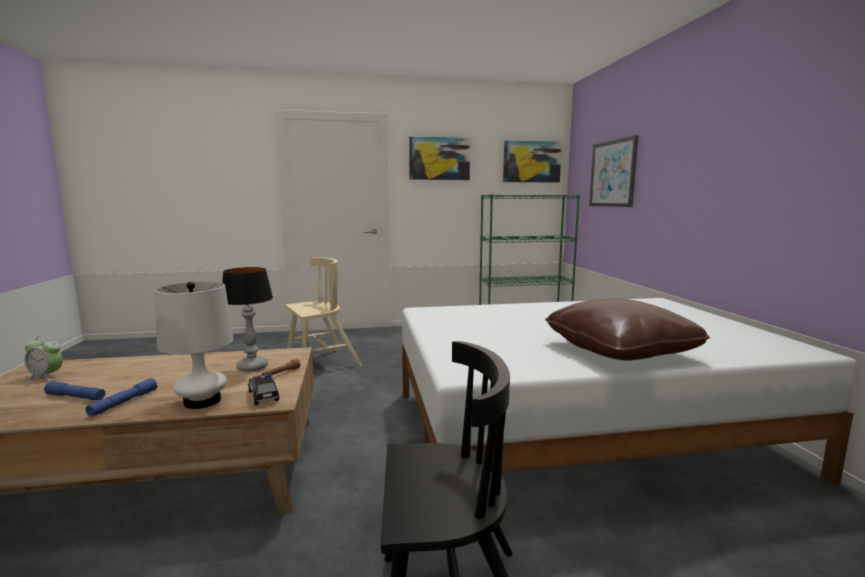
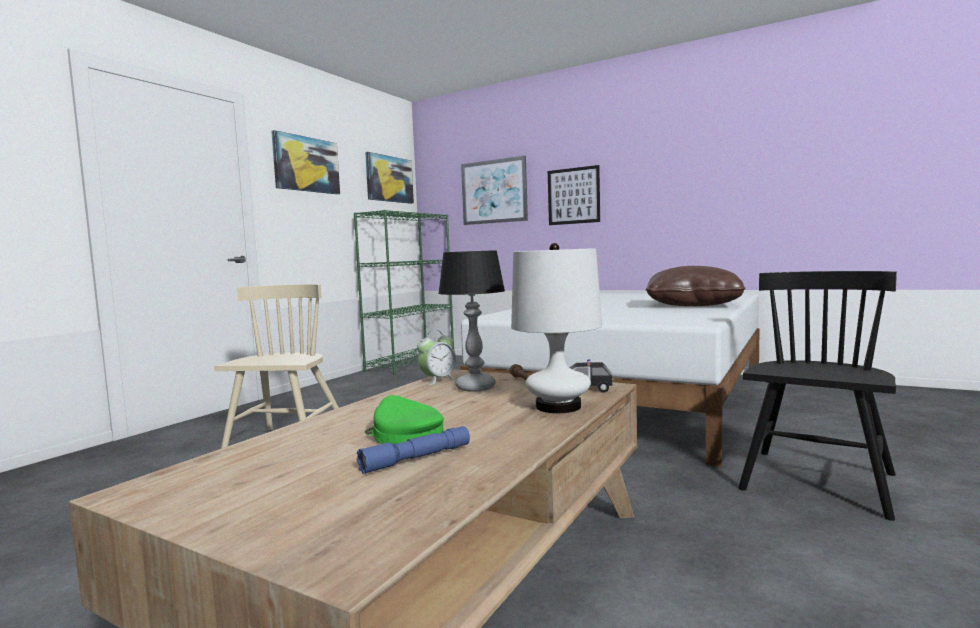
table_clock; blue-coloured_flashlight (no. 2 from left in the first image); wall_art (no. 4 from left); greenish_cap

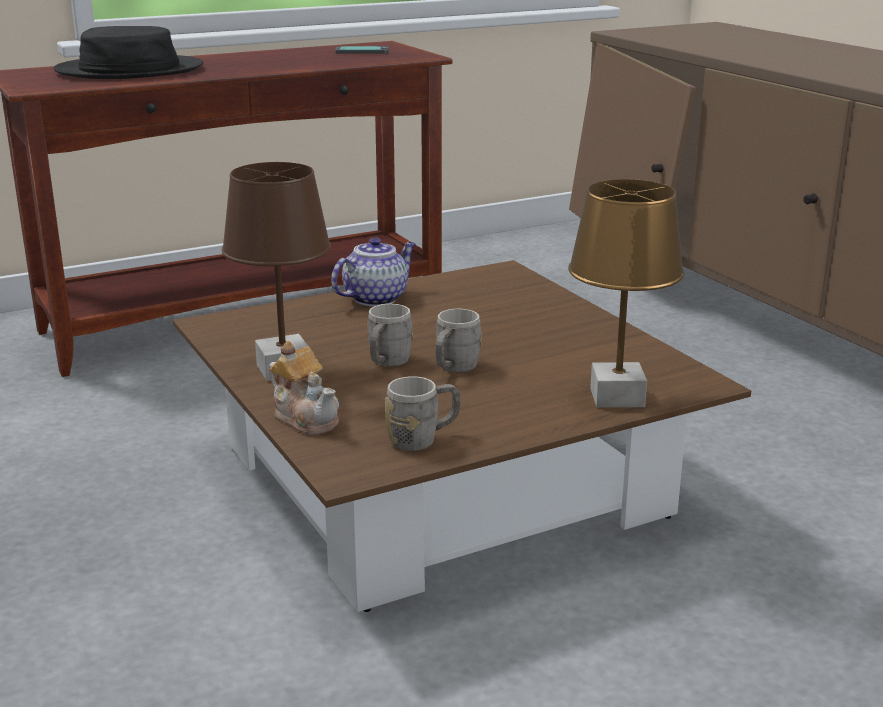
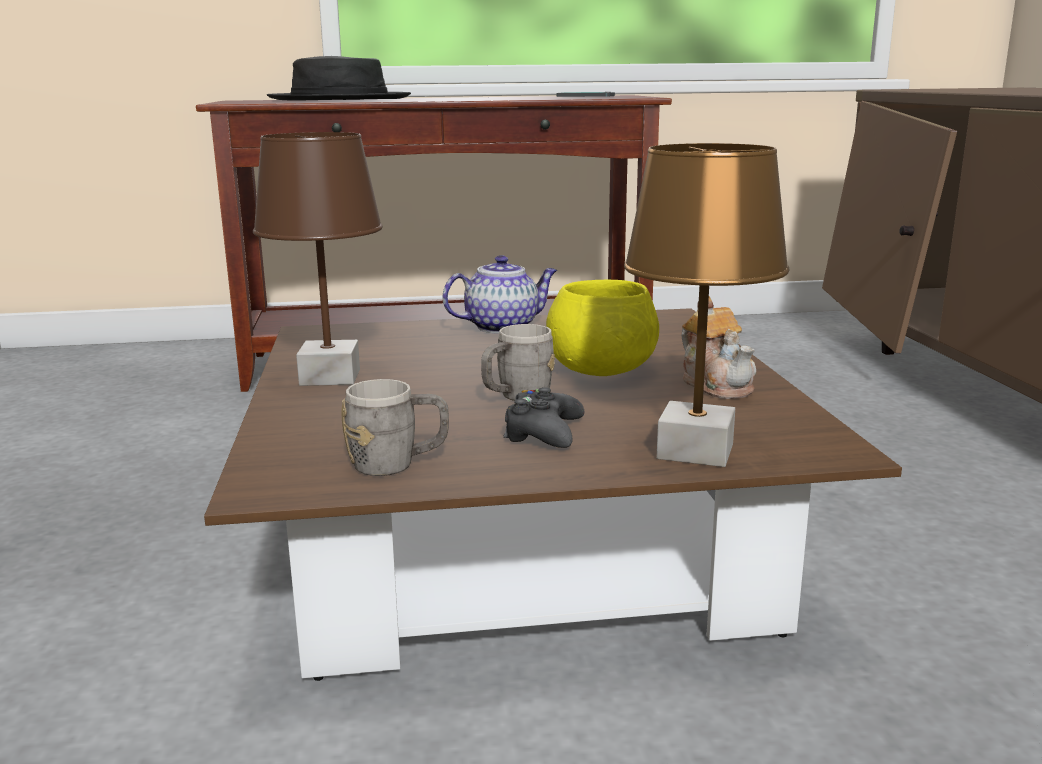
greyish_coffee_mug (no. 1 from left in the first image); teapot (no. 2 from left); yellow-coloured_serving_bowl; blackish_gamepad

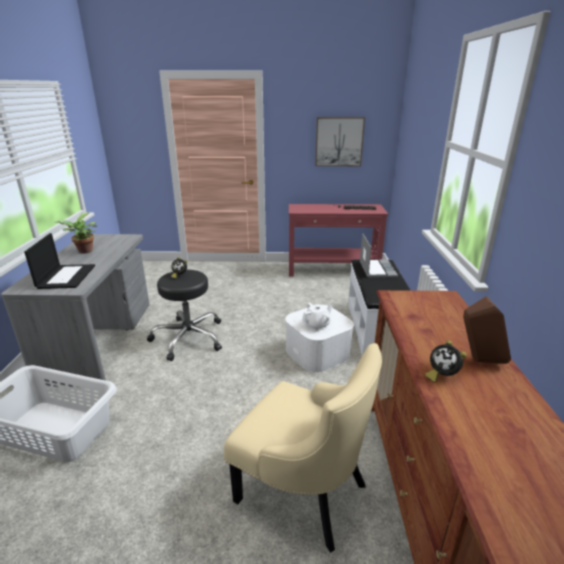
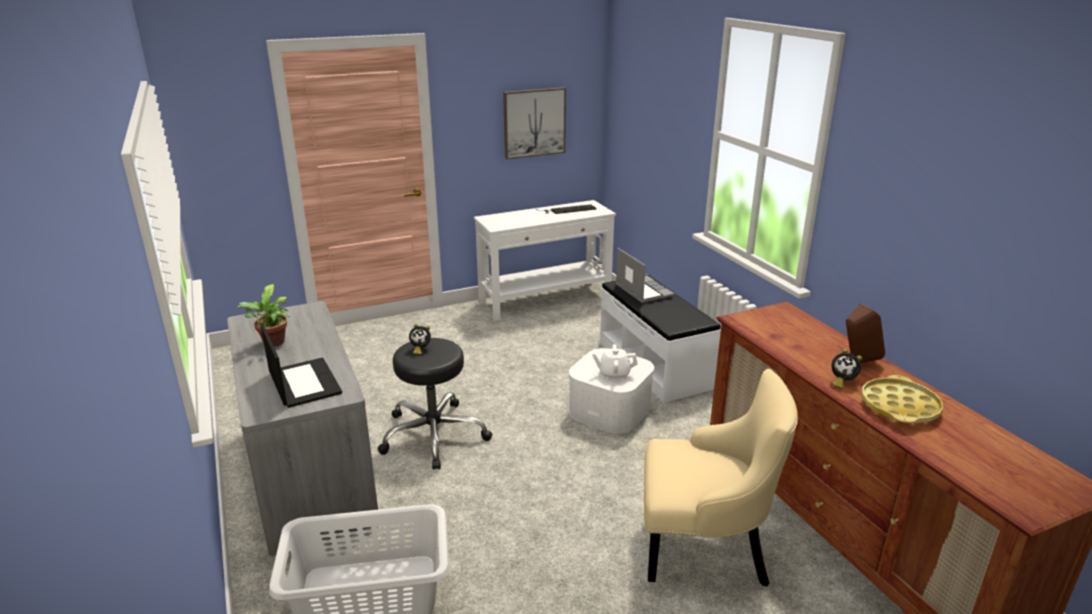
white-coloured_narrow_table; white-coloured_teapot; yellow-coloured_carrying_tray

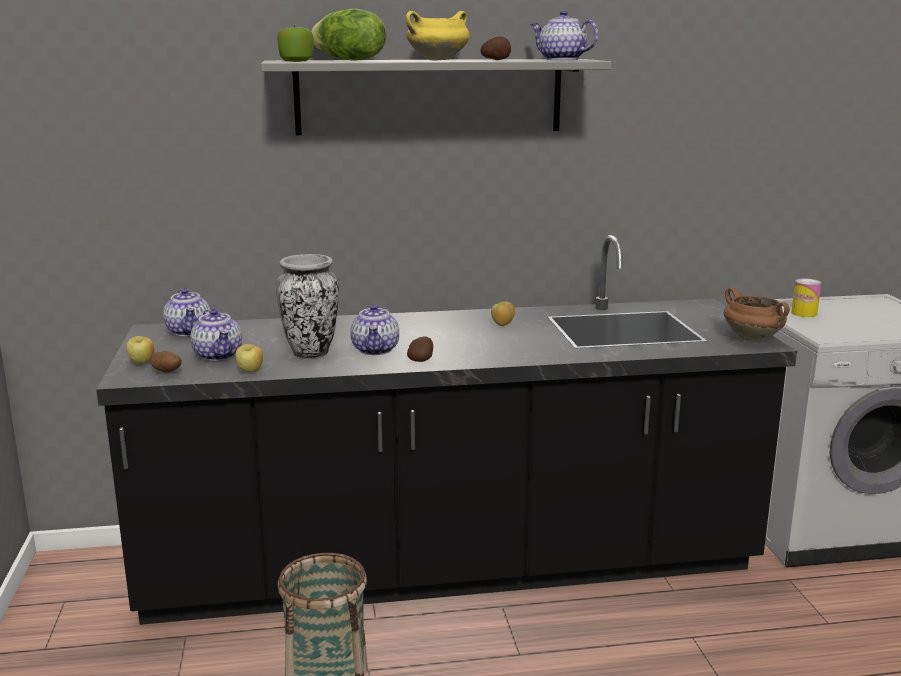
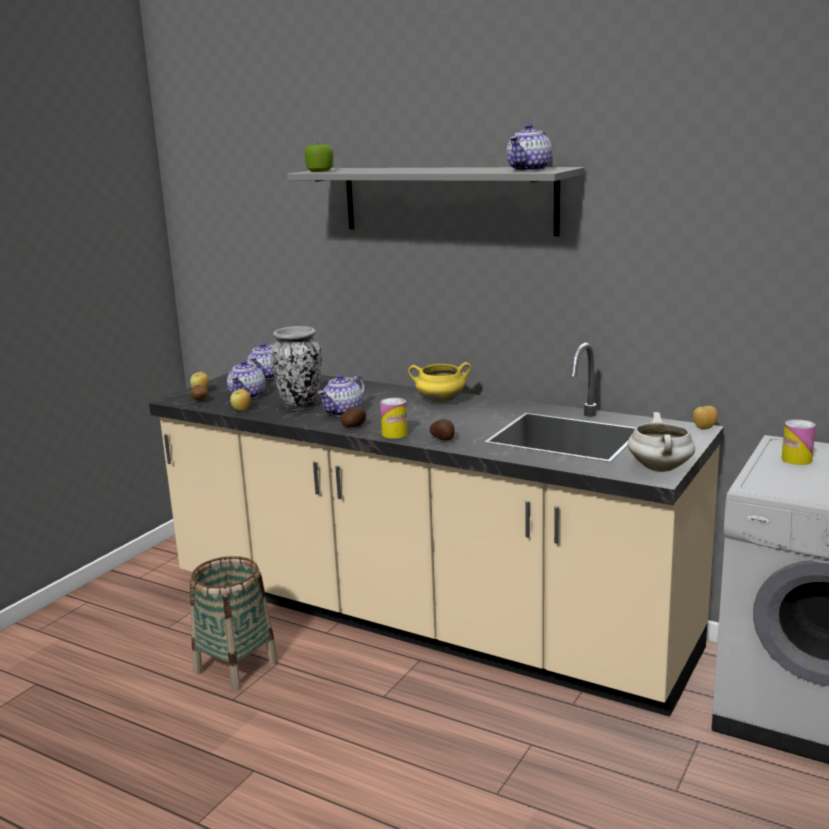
lettuce_head; yellow-coloured_stockpot; teapot (no. 4 from left); spud (no. 3 from left); beige_kitchen_counter; white-coloured_stockpot; whole_apple (no. 4 from left); metal_can (no. 1 from left)

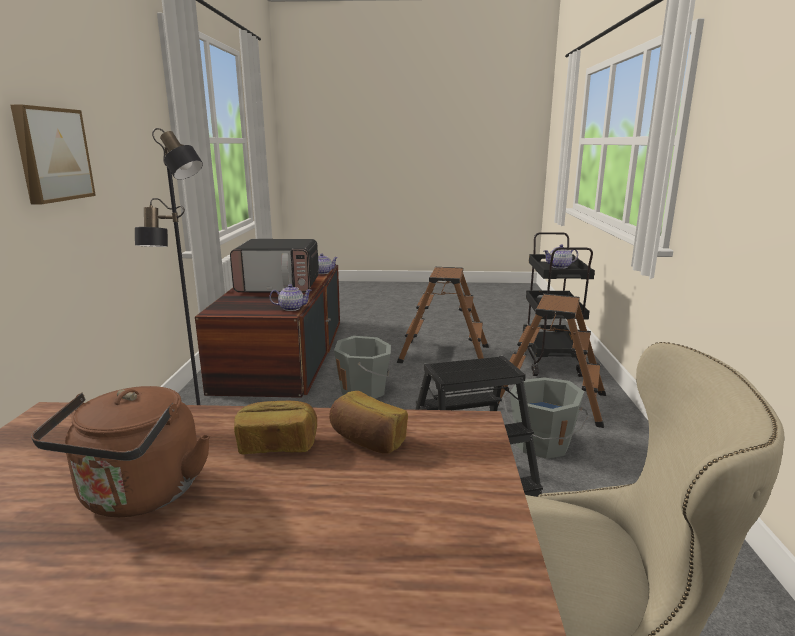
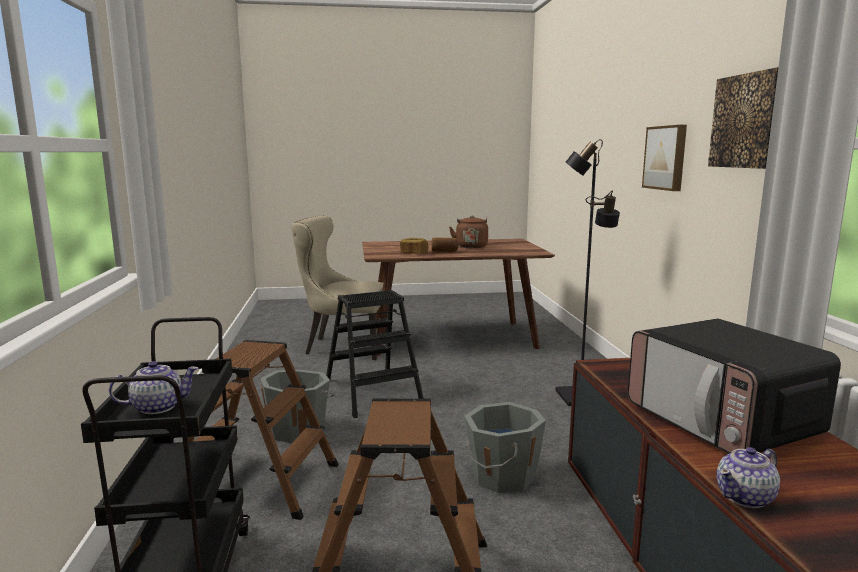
microwave; teapot (no. 1 from left in the first image); wall_art (no. 2 from left)

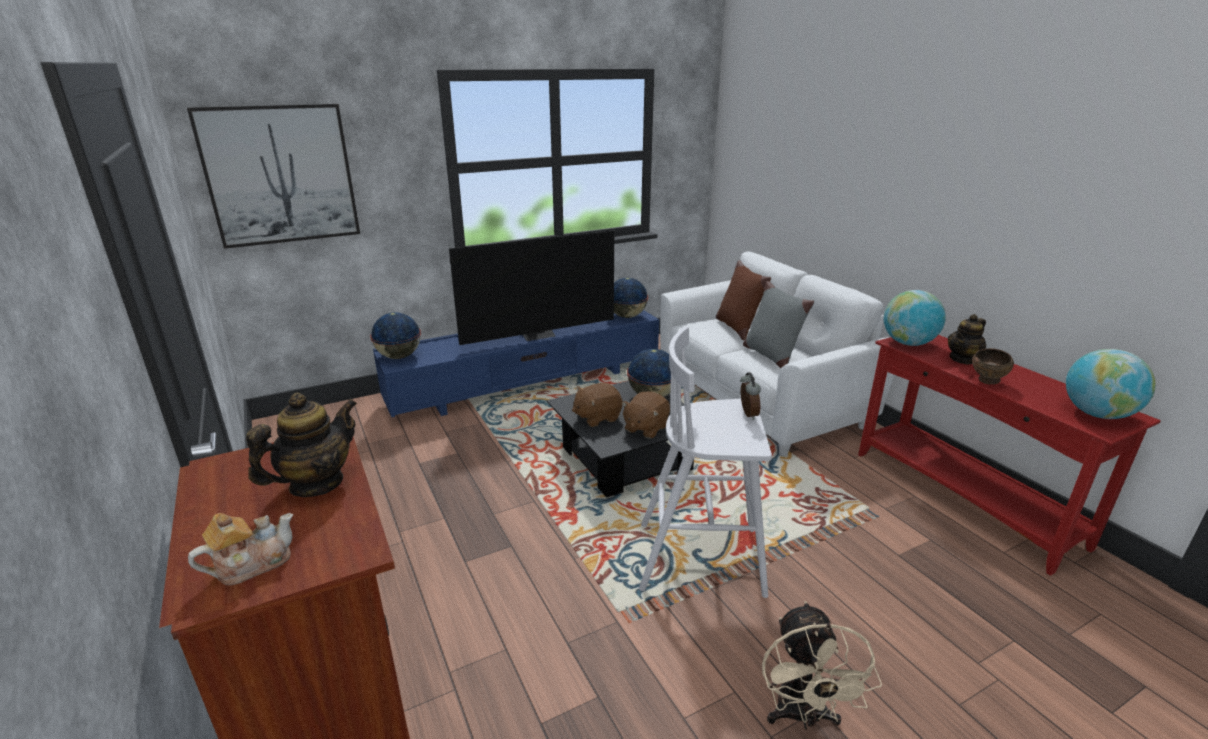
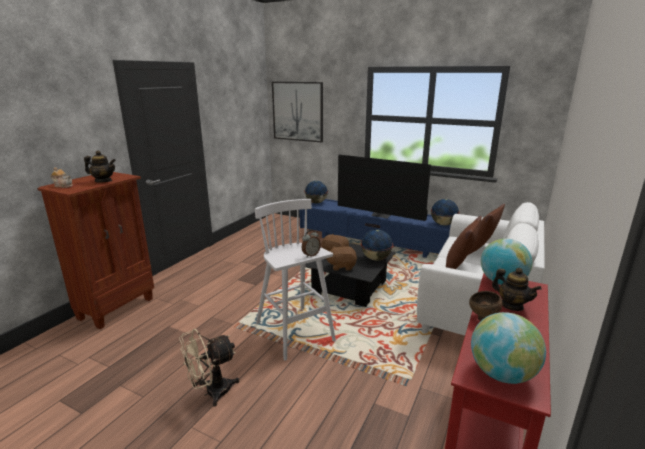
brownish_pillow (no. 1 from left); teapot (no. 3 from left)

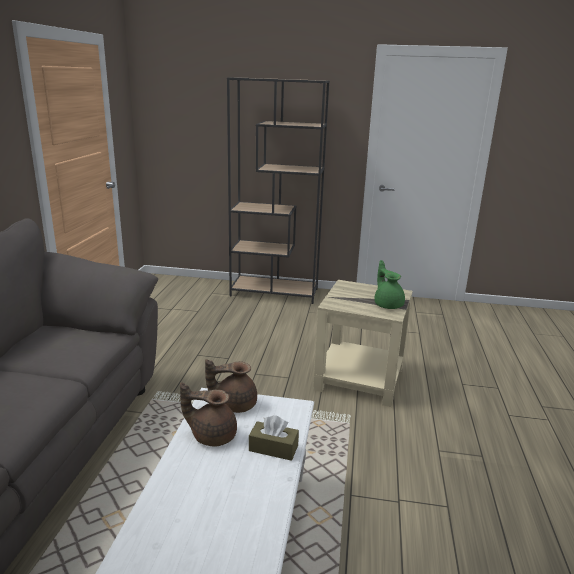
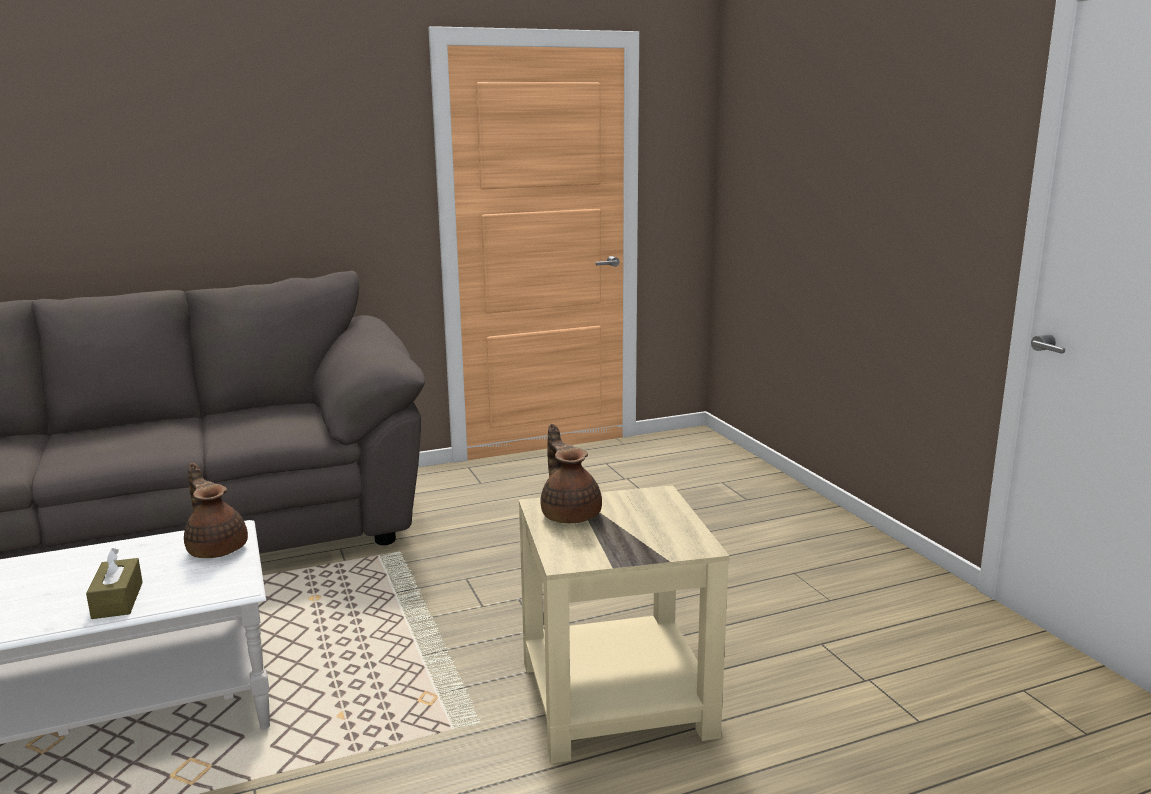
bookcase; greenish_teapot; brownish_teapot (no. 2 from left)

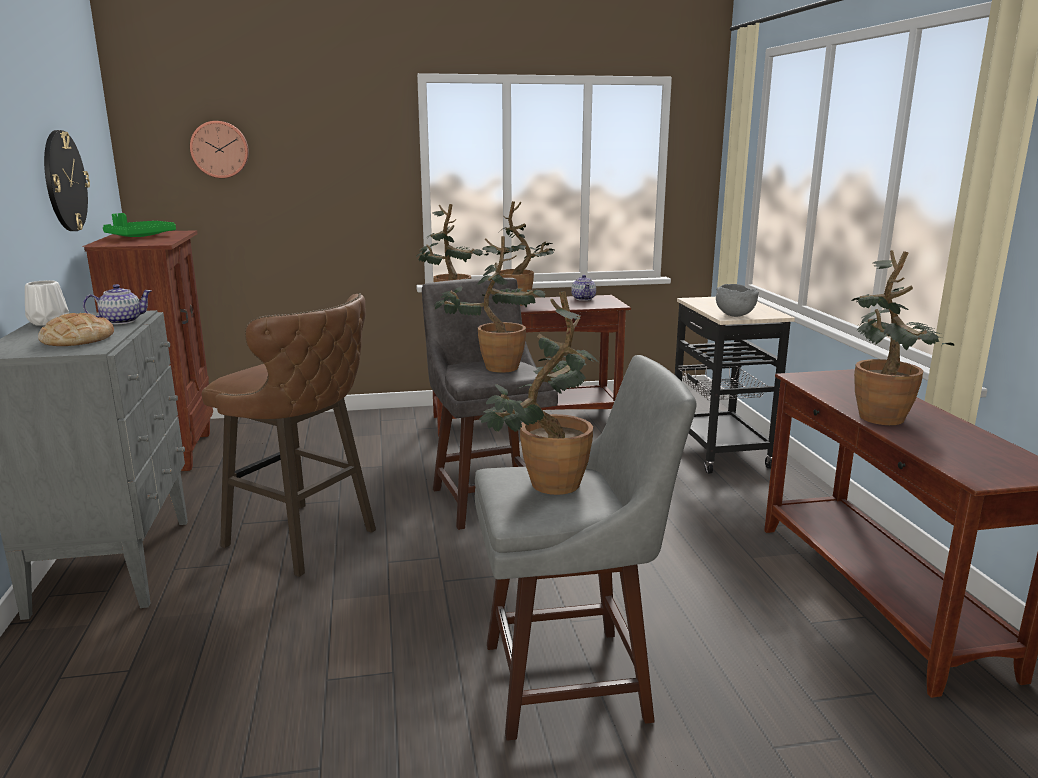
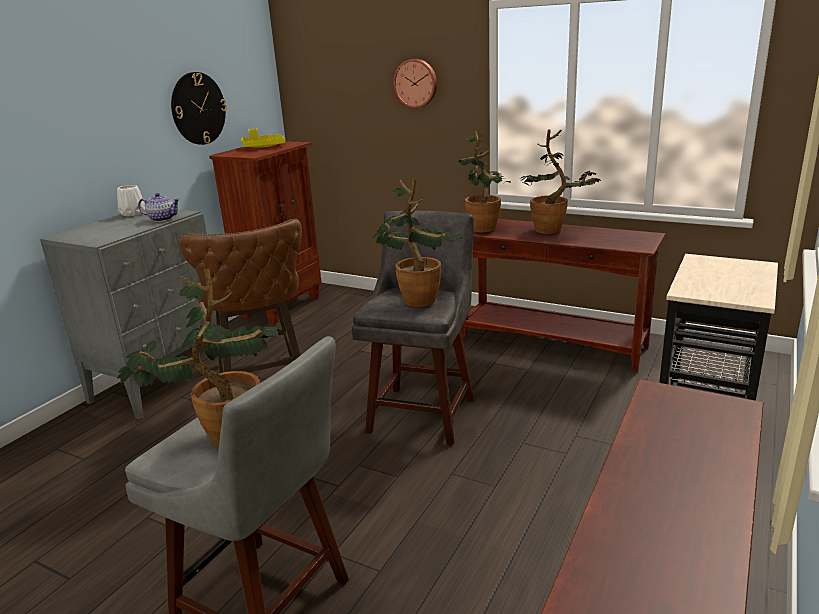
wall_clock (no. 2 from left); yellow-coloured_carrying_tray; houseplant (no. 5 from left in the first image); teapot (no. 2 from left in the first image); greyish_serving_bowl; baked_bread

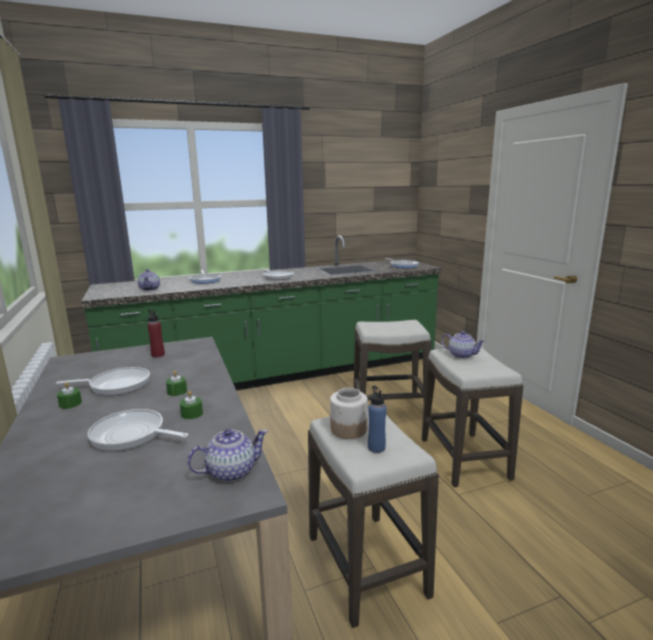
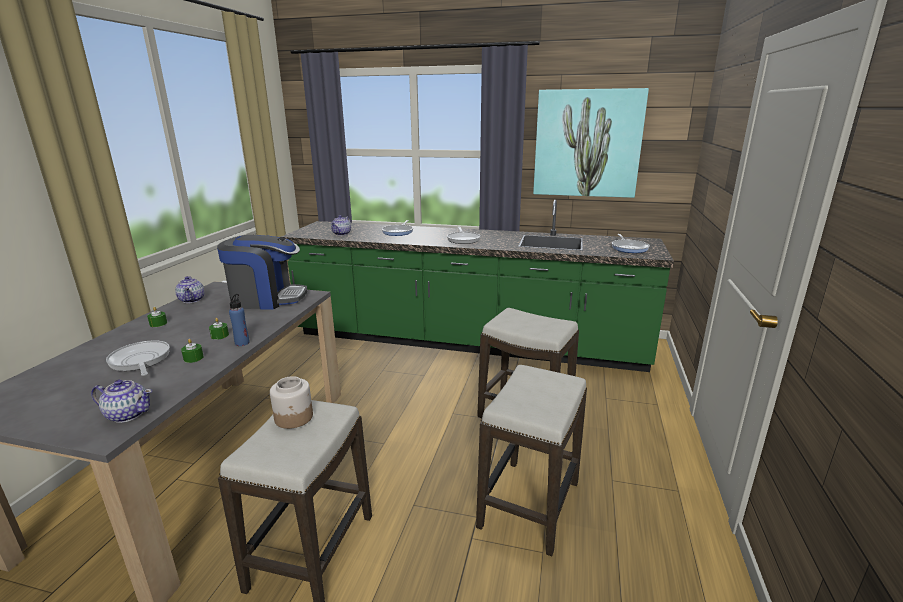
coffee_maker; teapot (no. 2 from left); frying_pan (no. 1 from left in the first image); blue-coloured_beverage_bottle; wall_art

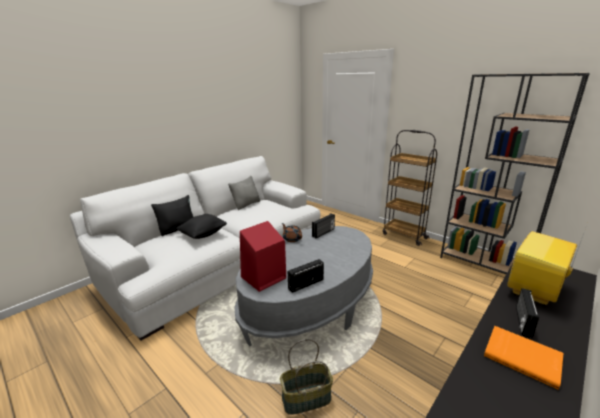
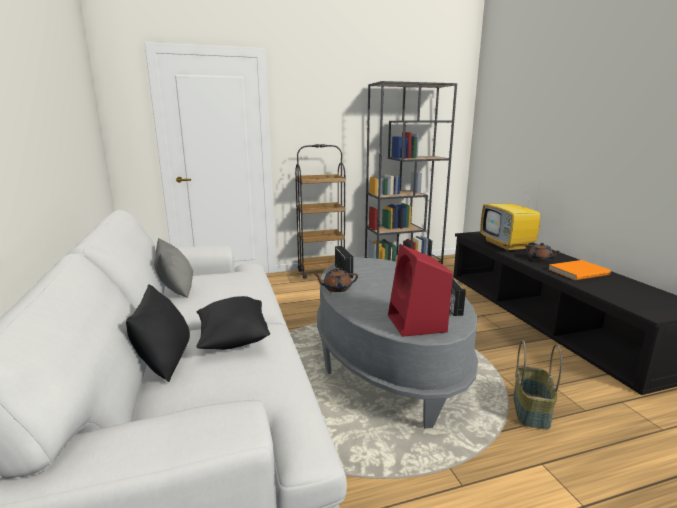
brownish_teapot (no. 2 from left)

